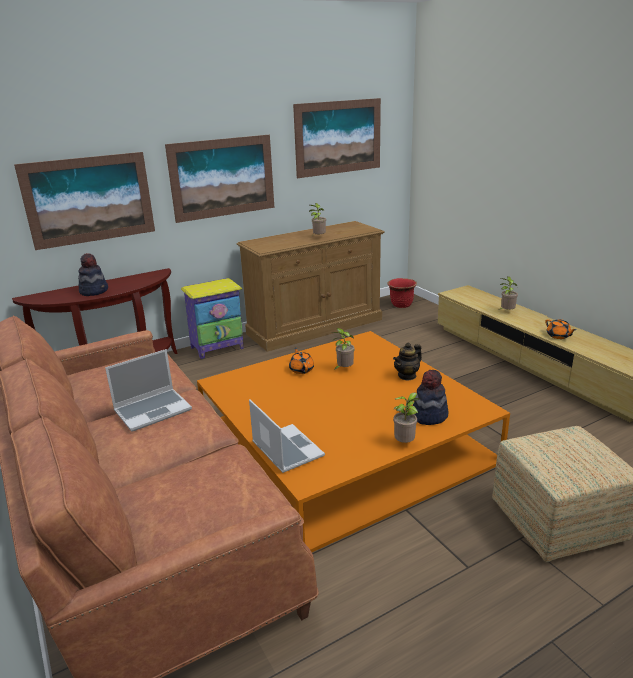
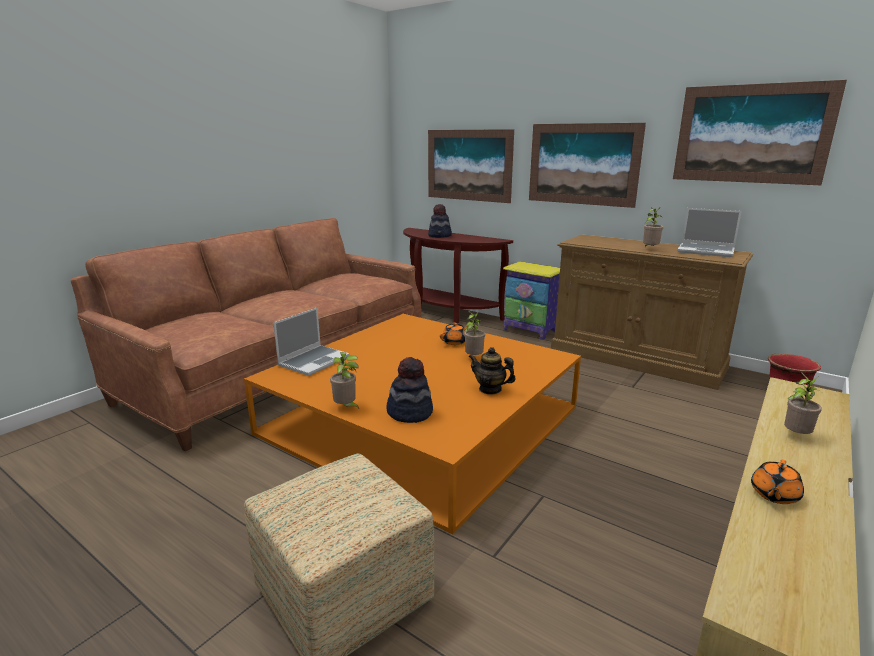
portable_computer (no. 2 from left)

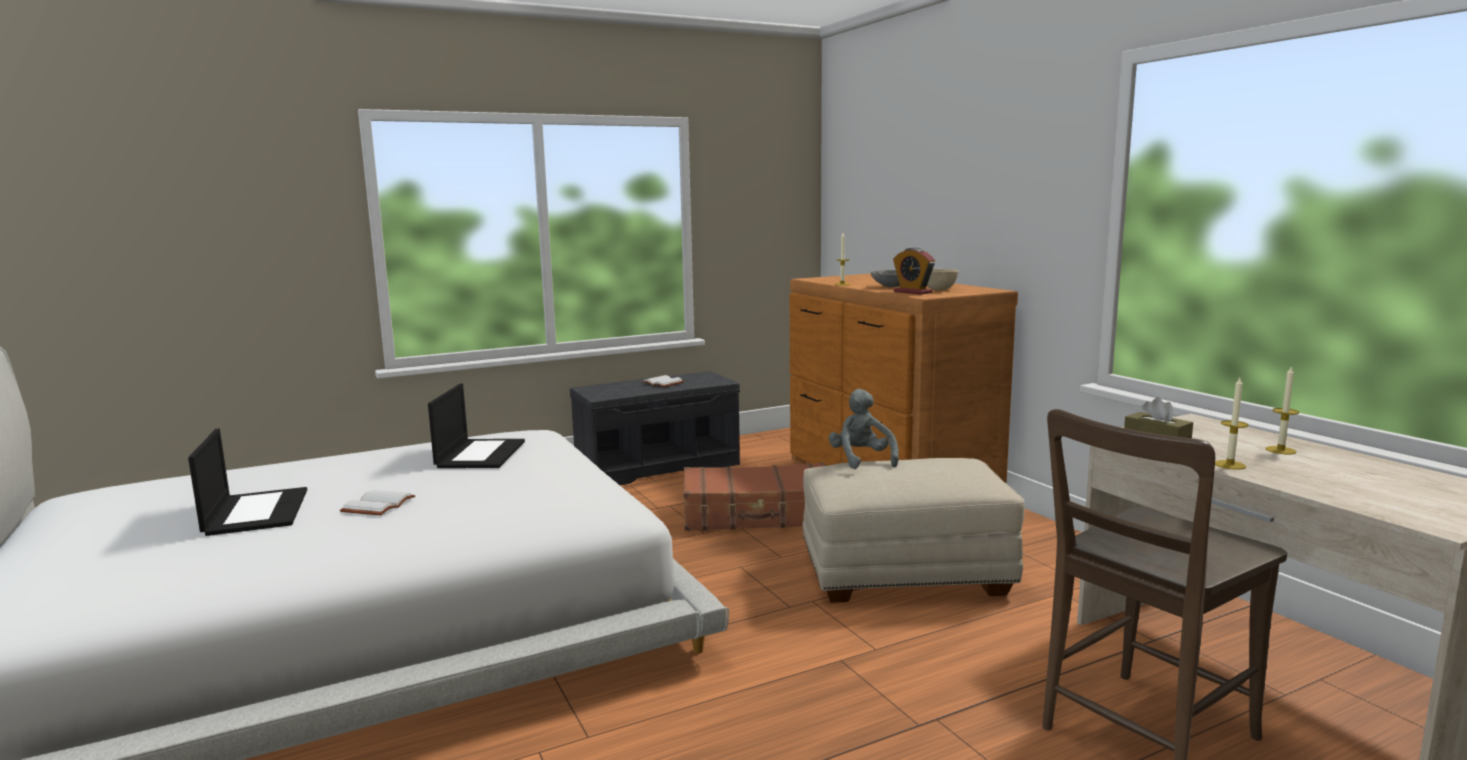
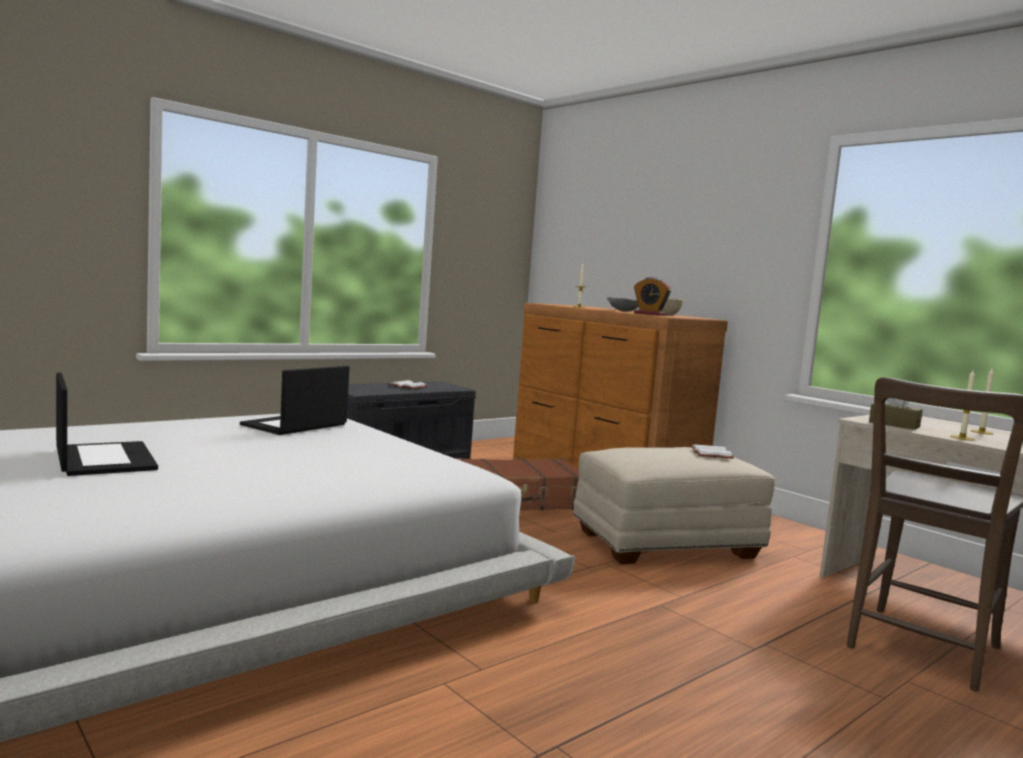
portable_computer (no. 2 from left); greyish_soft_toy; white-coloured_volume (no. 2 from left)

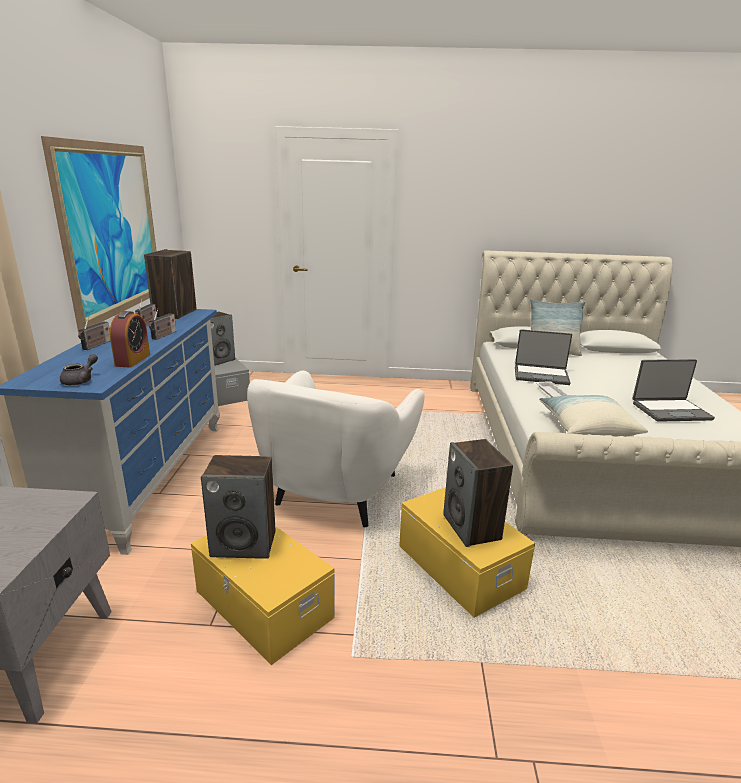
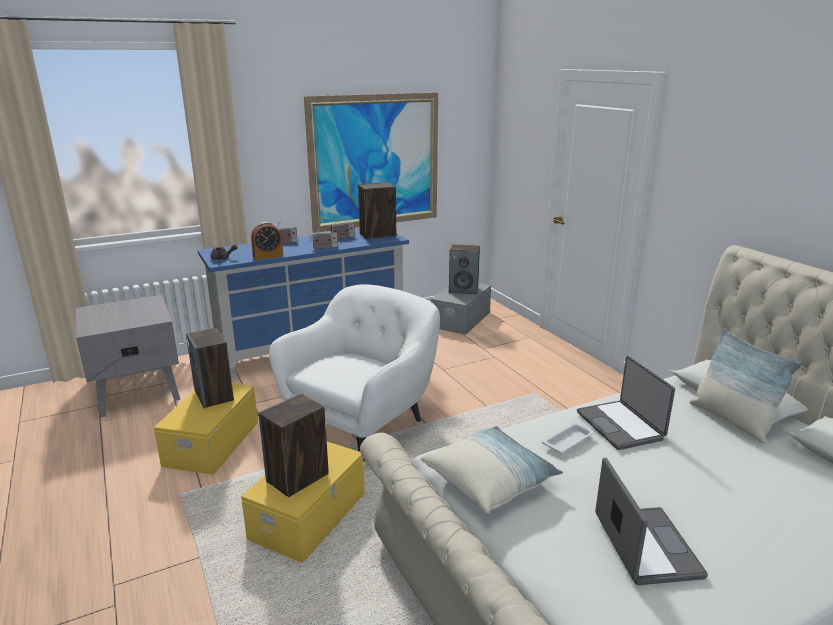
portable_computer (no. 2 from left); white-coloured_armchair

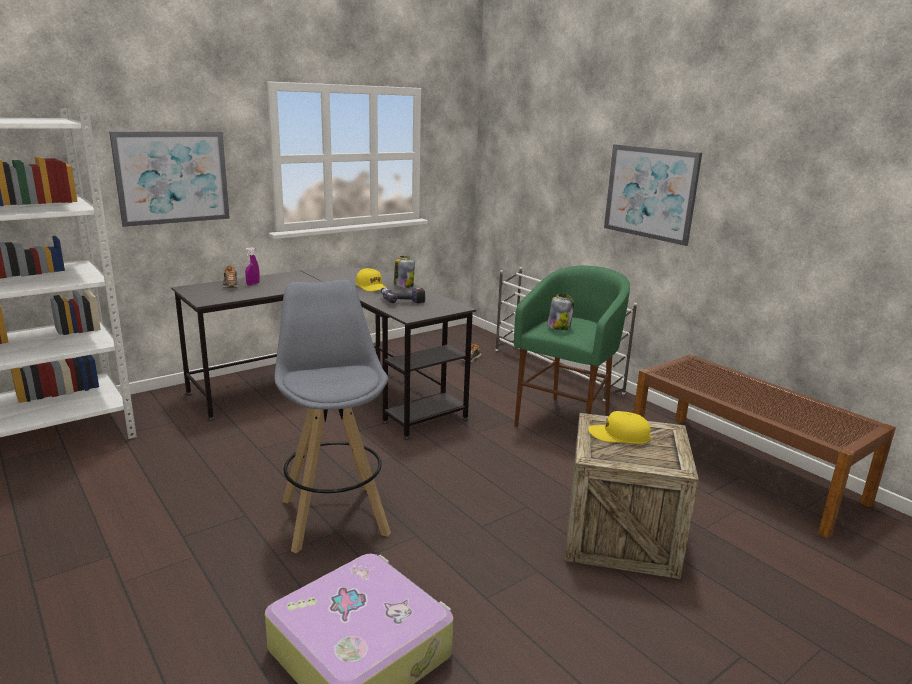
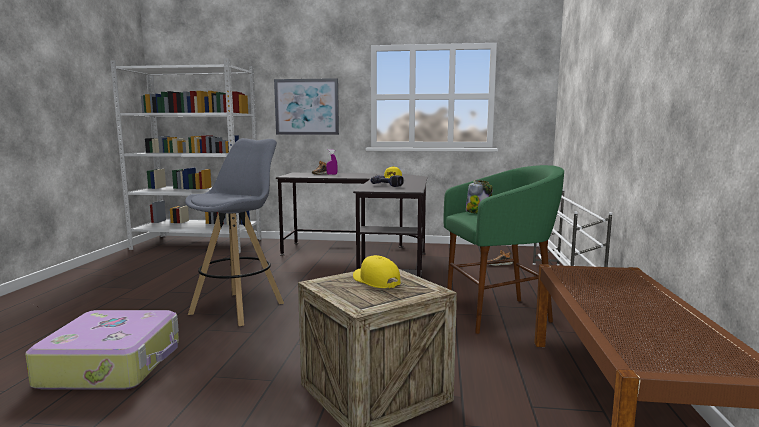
wall_art (no. 2 from left in the first image); storage_jar (no. 1 from left in the first image)

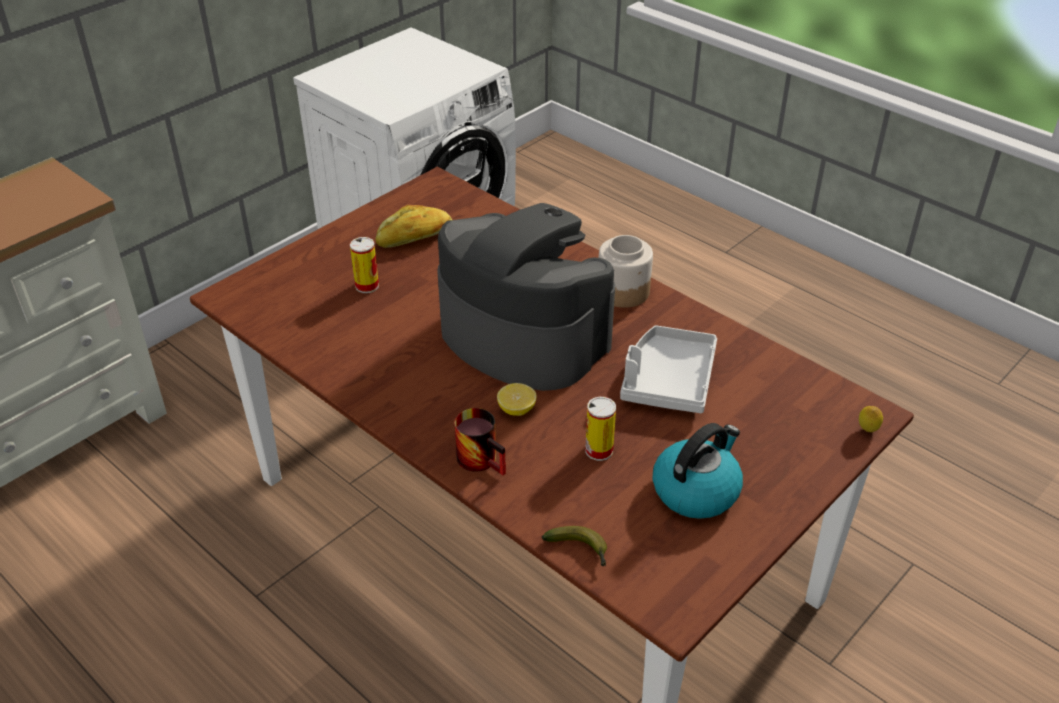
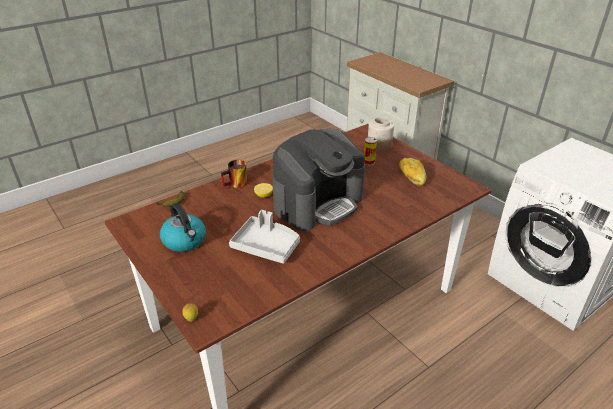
storage_jar; metal_can (no. 2 from left in the first image)

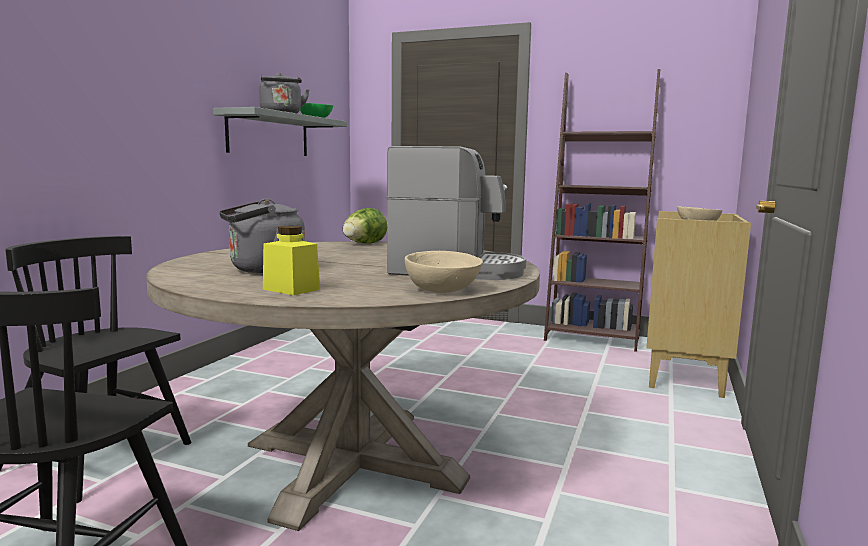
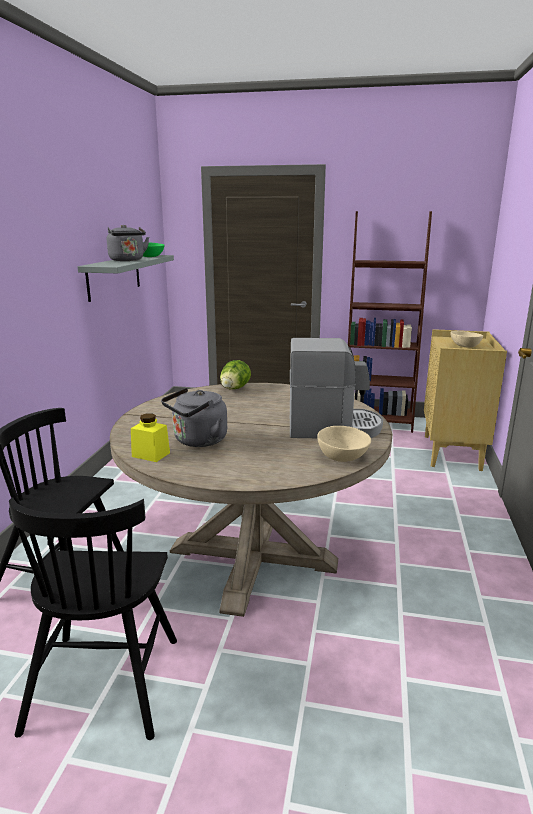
yellow-coloured_storage_jar

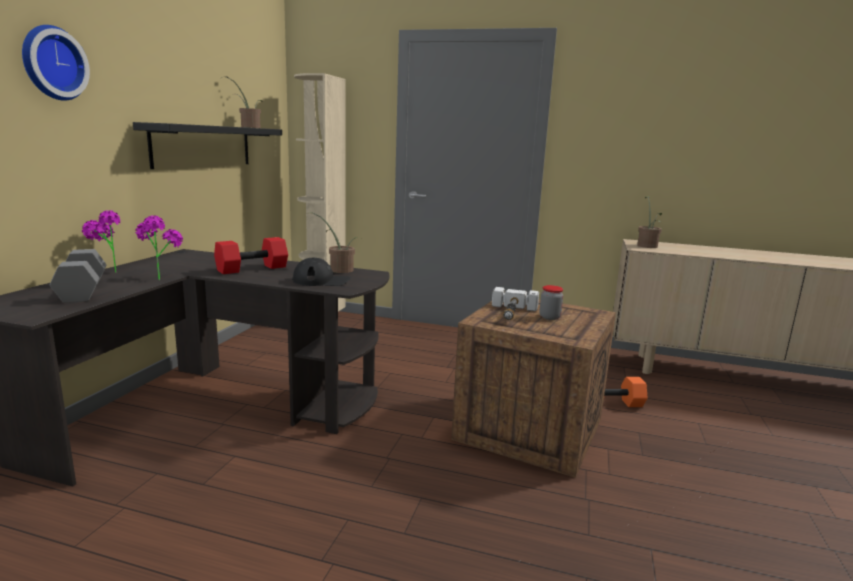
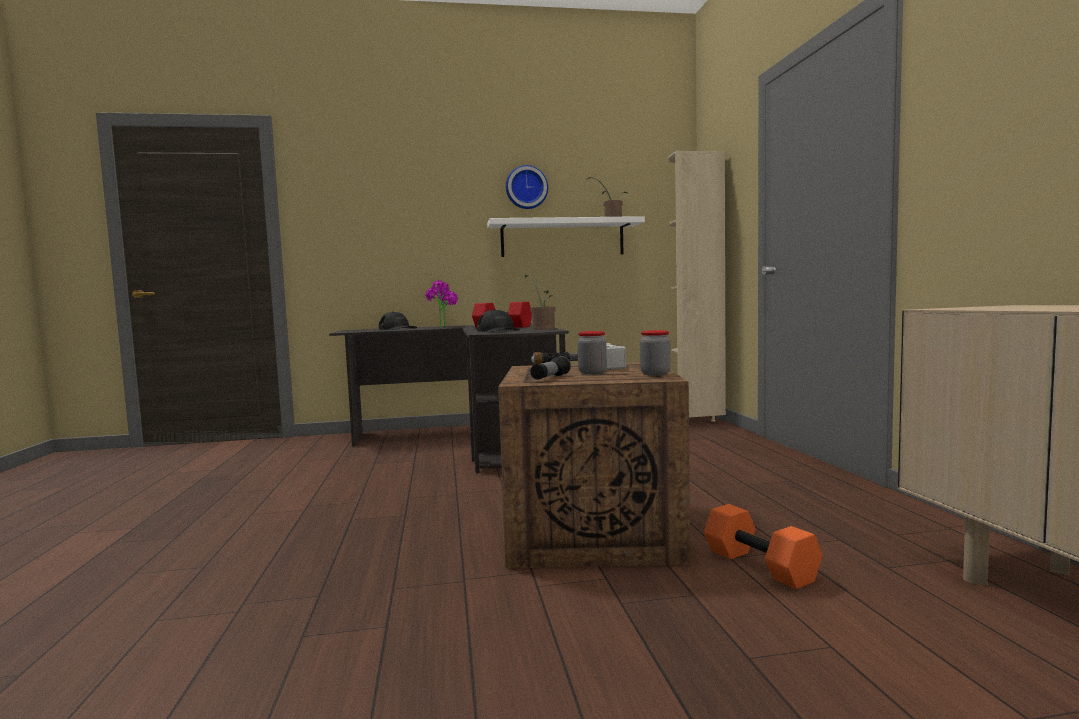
wall_clock; white-coloured_bracket_shelf; houseplant (no. 5 from left in the first image); blackish_cap (no. 1 from left); storage_jar (no. 2 from left); flashlight

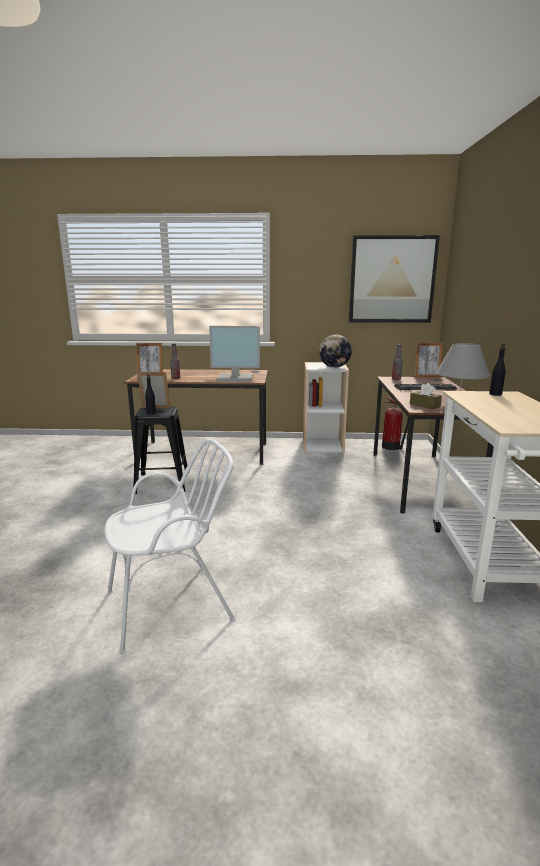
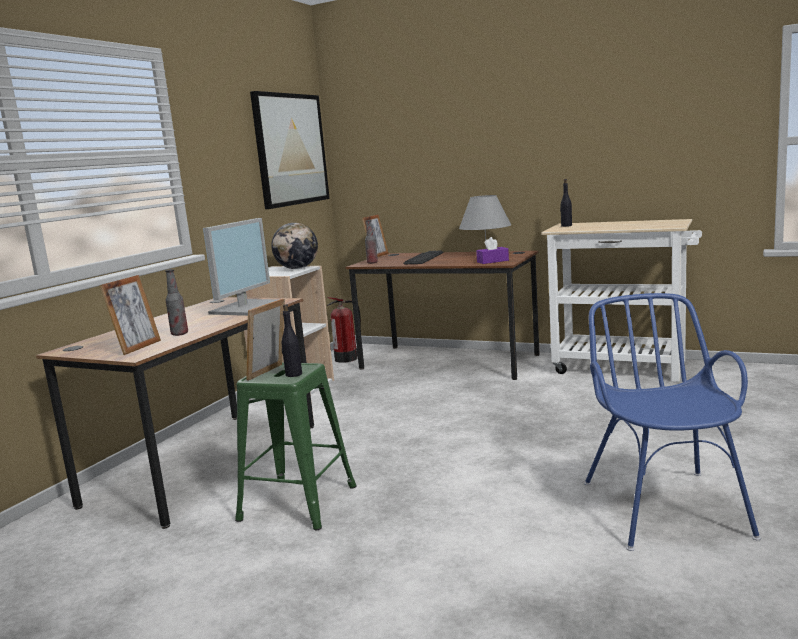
purple_tissue_box; greenish_stool; blue-coloured_chair

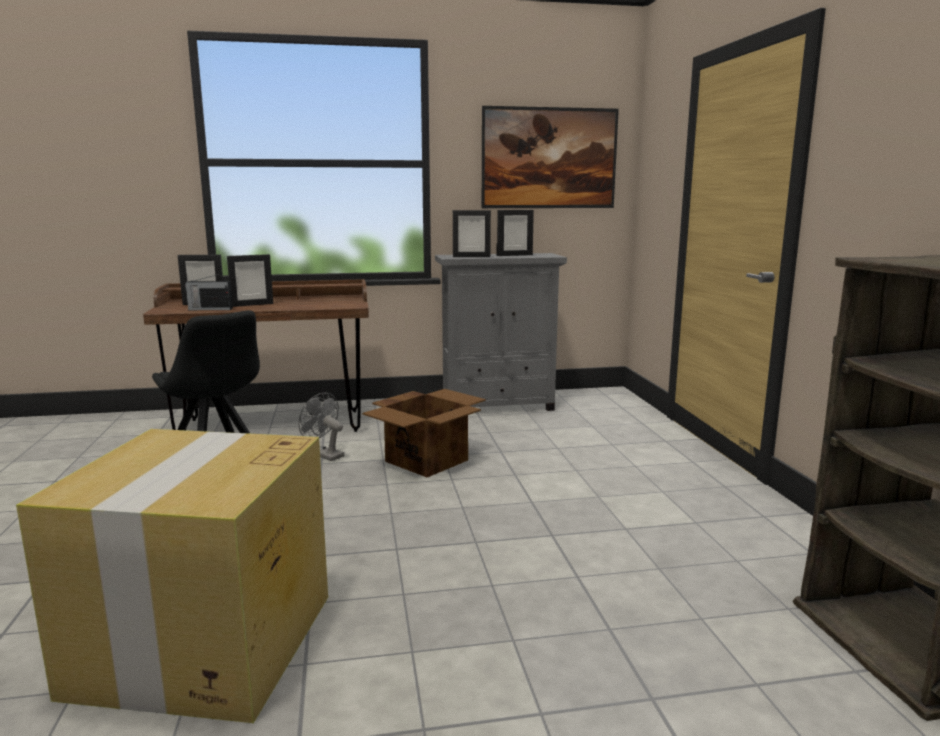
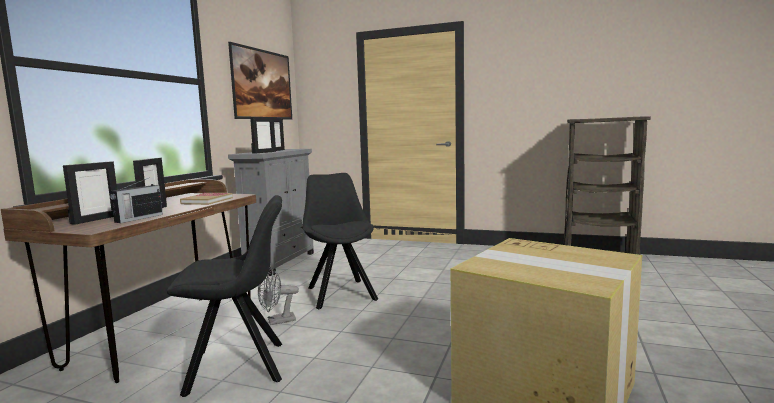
blackish_chair (no. 2 from left); volume

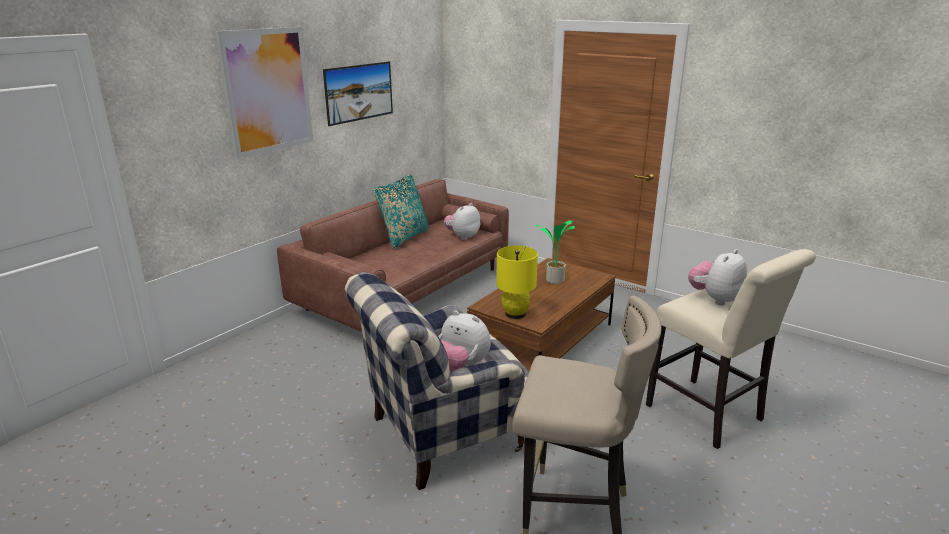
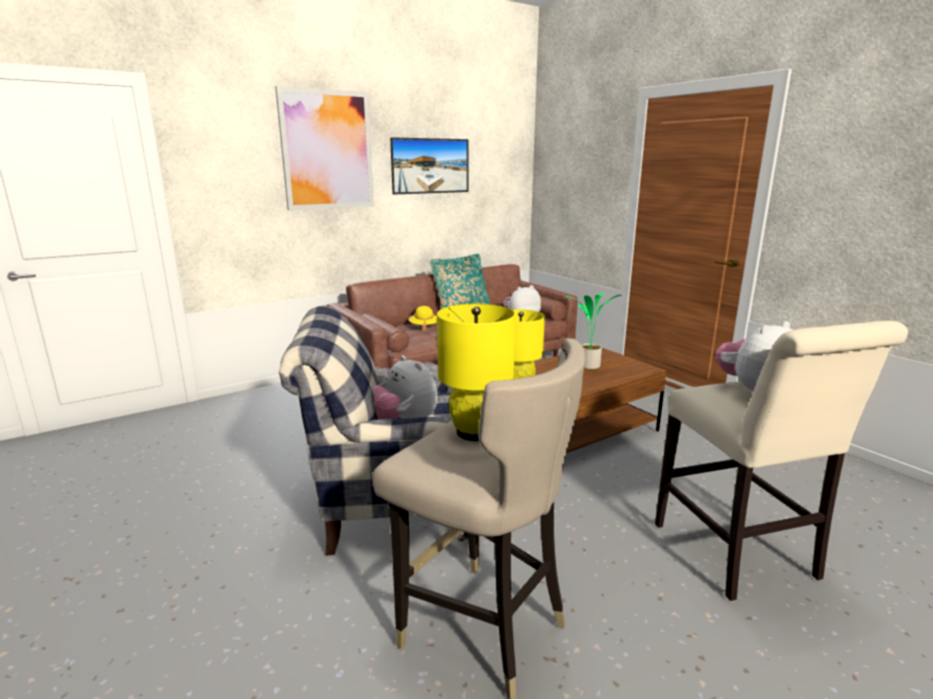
yellow-coloured_table_lamp (no. 1 from left); yellow-coloured_wearable_hat

